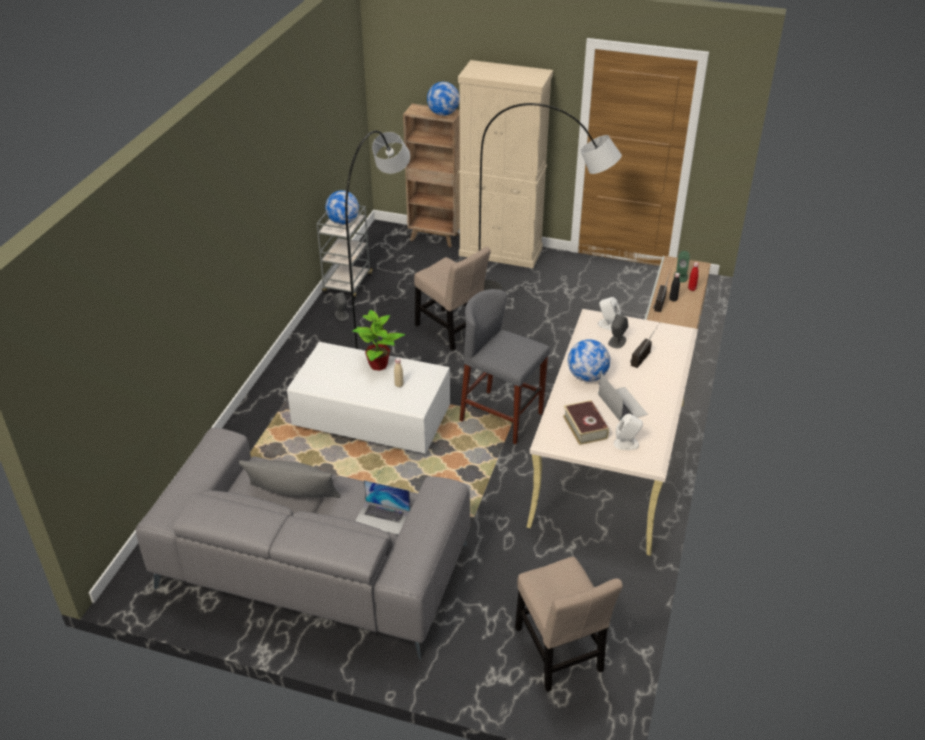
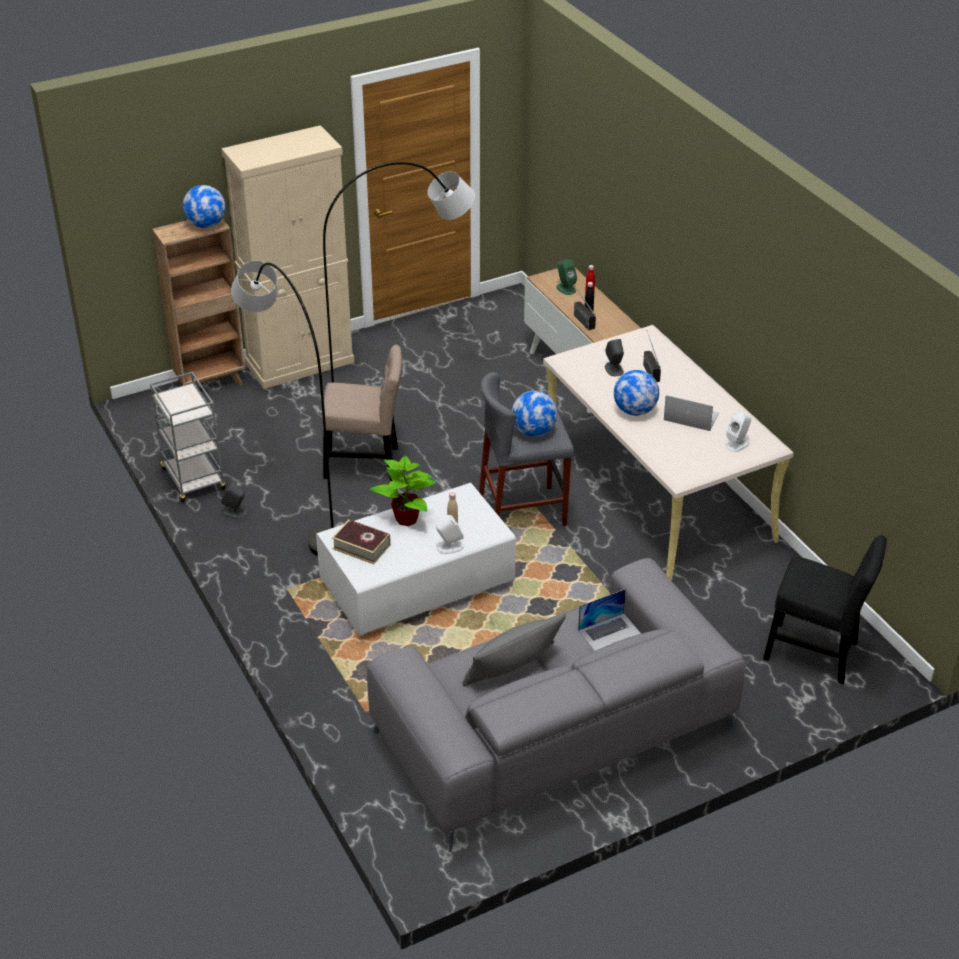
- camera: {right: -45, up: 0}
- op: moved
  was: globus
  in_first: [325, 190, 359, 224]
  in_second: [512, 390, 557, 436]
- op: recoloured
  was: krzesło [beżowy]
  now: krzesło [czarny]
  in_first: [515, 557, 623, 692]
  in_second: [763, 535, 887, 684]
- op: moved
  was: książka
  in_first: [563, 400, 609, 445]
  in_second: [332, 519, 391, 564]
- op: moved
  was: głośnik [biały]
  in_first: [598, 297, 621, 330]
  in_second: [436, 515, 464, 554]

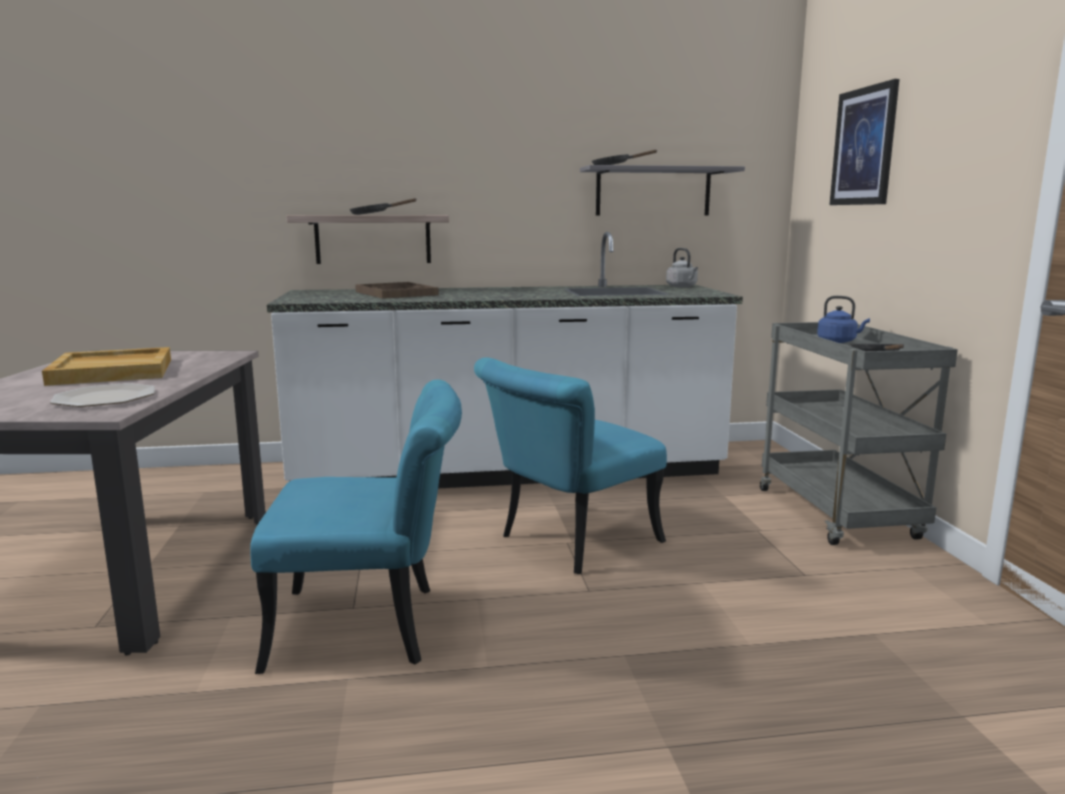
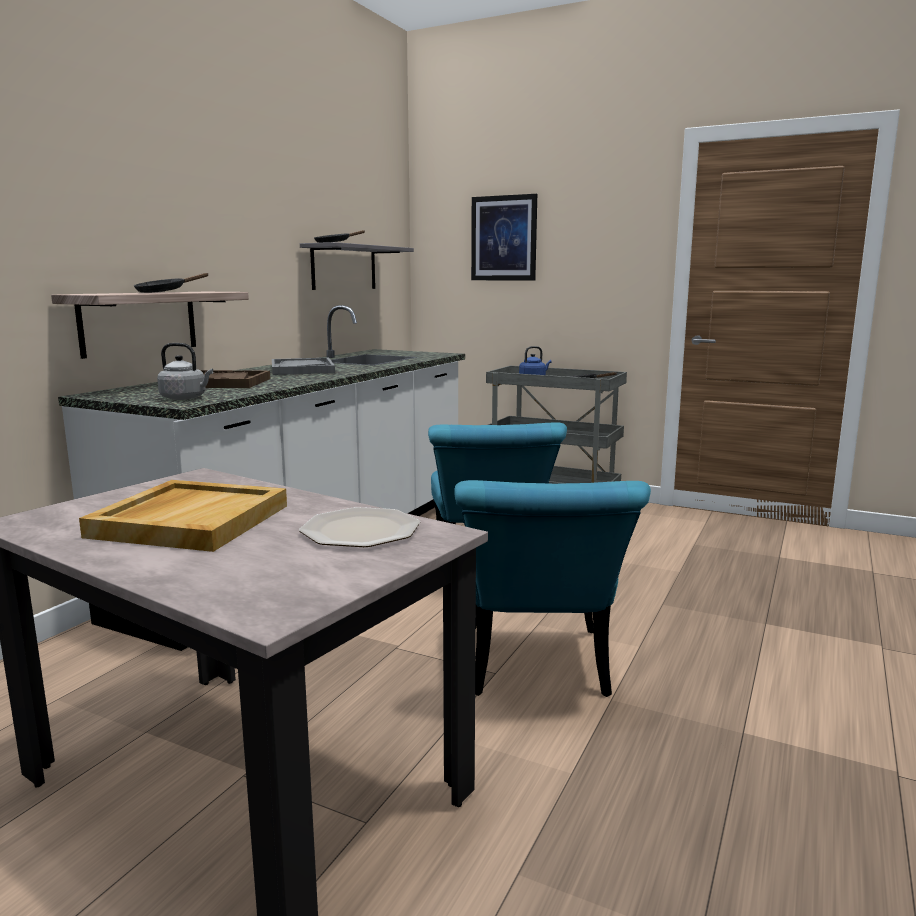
- camera: {right: -55, up: 0}
- op: turned
  was: krzesło [turkusowy]
  in_first: [250, 379, 462, 674]
  in_second: [454, 480, 651, 697]
  clockwise: 150
- op: moved
  was: czajnik [szary]
  in_first: [666, 248, 698, 287]
  in_second: [157, 343, 213, 400]
- op: added
  now: taca [szary]
  in_second: [272, 358, 335, 375]

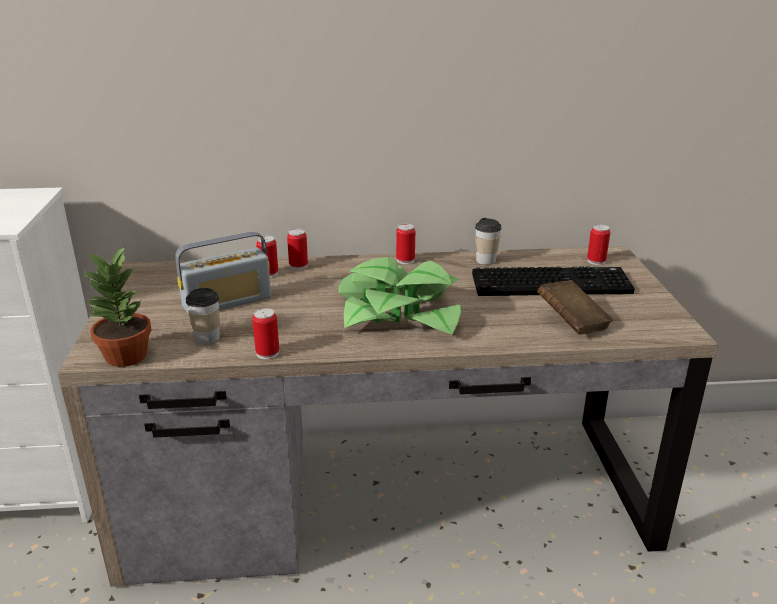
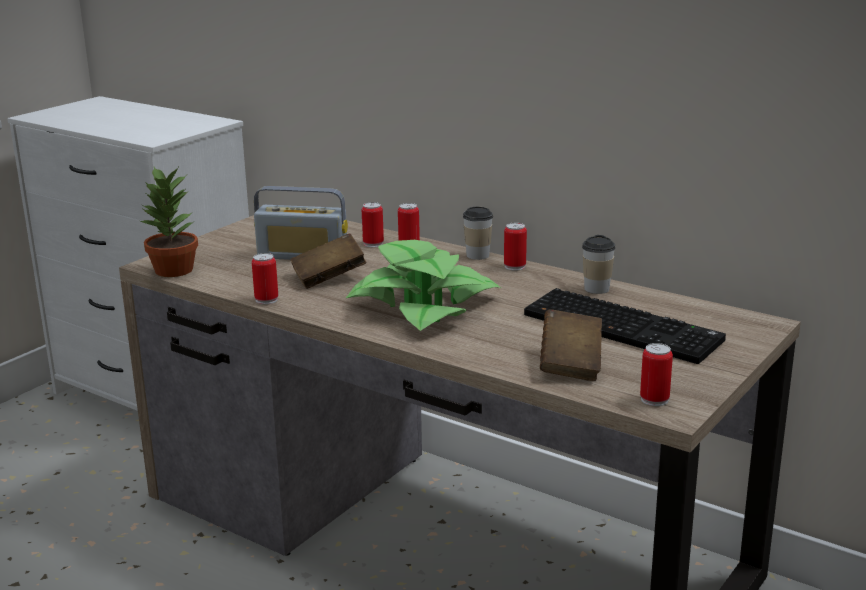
- camera: {right: 40, up: -5}
- op: moved
  was: filiżanka
  in_first: [186, 288, 220, 344]
  in_second: [463, 207, 493, 260]
- op: moved
  was: puszka
  in_first: [587, 224, 610, 265]
  in_second: [640, 343, 673, 406]
- op: added
  now: książka [brązowy]
  in_second: [290, 233, 366, 289]

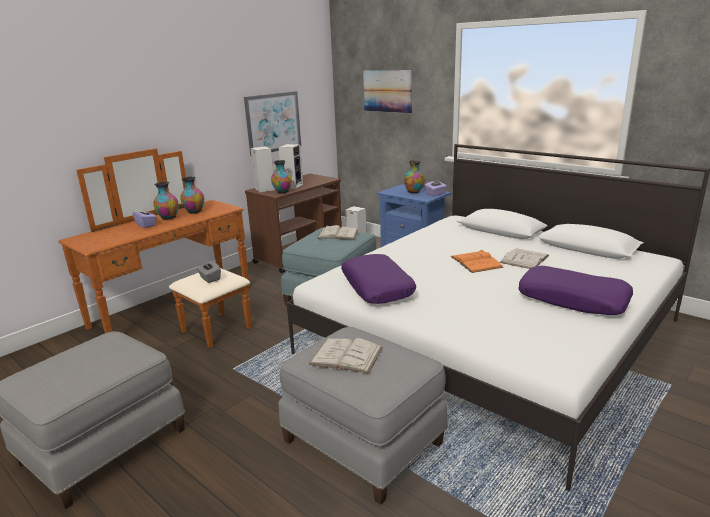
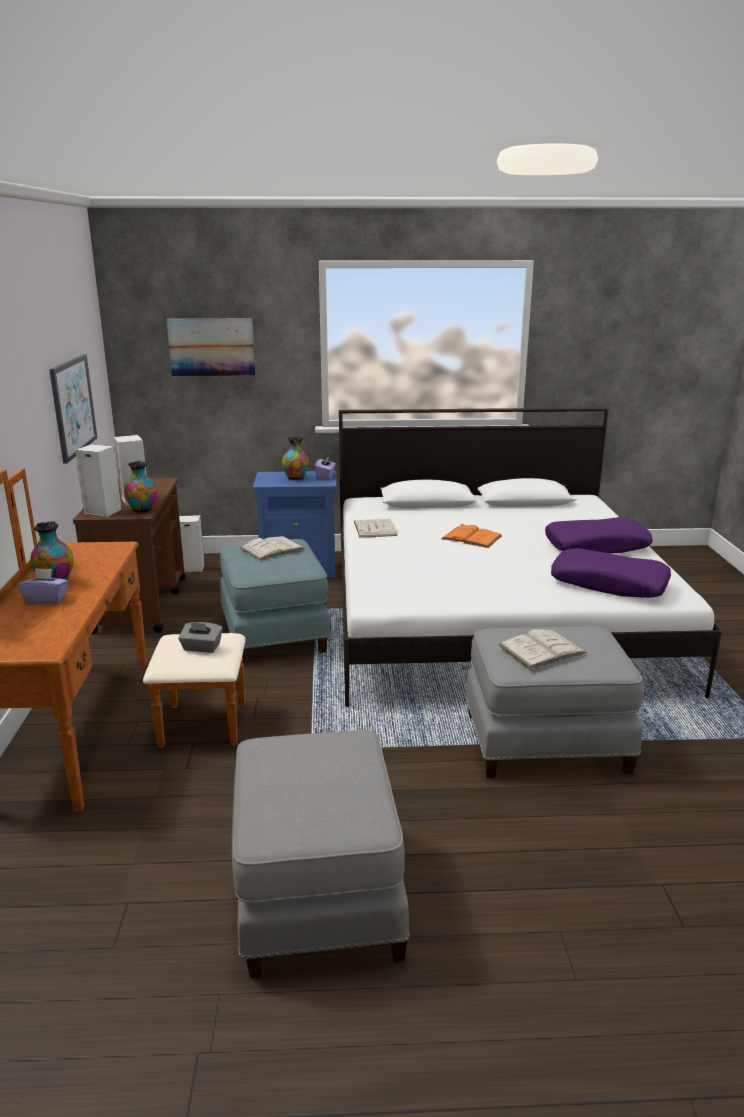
- camera: {right: -45, up: 0}
- op: removed
  was: wazon
  in_first: [180, 176, 204, 214]
- op: moved
  was: poduszka [fioletowy]
  in_first: [341, 254, 416, 304]
  in_second: [551, 548, 671, 598]
- op: moved
  was: książka [biały]
  in_first: [500, 248, 549, 269]
  in_second: [354, 519, 398, 538]

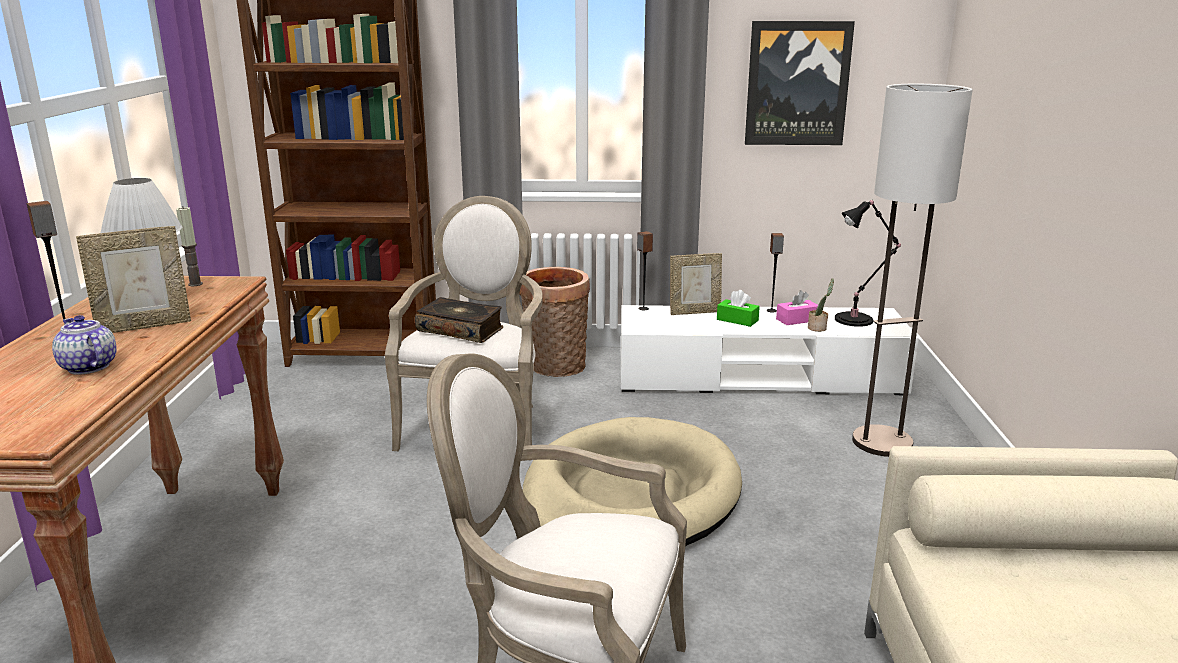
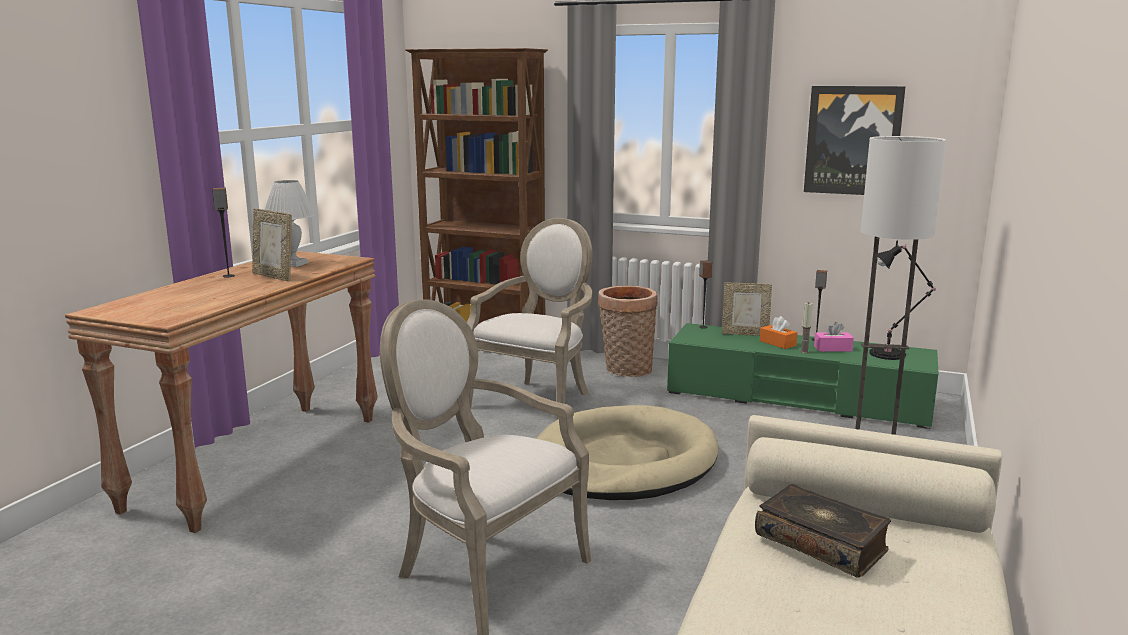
- camera: {right: 20, up: -5}
- op: removed
  was: imbryk
  in_first: [52, 315, 117, 375]
- op: turned
  was: ramka na zdjęcie
  in_first: [76, 226, 191, 333]
  in_second: [252, 208, 292, 281]
  clockwise: 45
- op: moved
  was: świeca
  in_first: [176, 206, 203, 286]
  in_second: [800, 302, 813, 353]
- op: moved
  was: książka
  in_first: [415, 297, 503, 343]
  in_second: [755, 484, 891, 578]
- op: recoloured
  was: szafka pod telewizor [biały]
  now: szafka pod telewizor [zielony]
  in_first: [621, 305, 919, 395]
  in_second: [667, 323, 939, 429]
- op: recoloured
  was: pudełko chusteczek [zielony]
  now: pudełko chusteczek [pomarańczowy]
  in_first: [717, 290, 760, 327]
  in_second: [760, 316, 798, 349]
- op: removed
  was: roślina doniczkowa
  in_first: [808, 279, 834, 332]

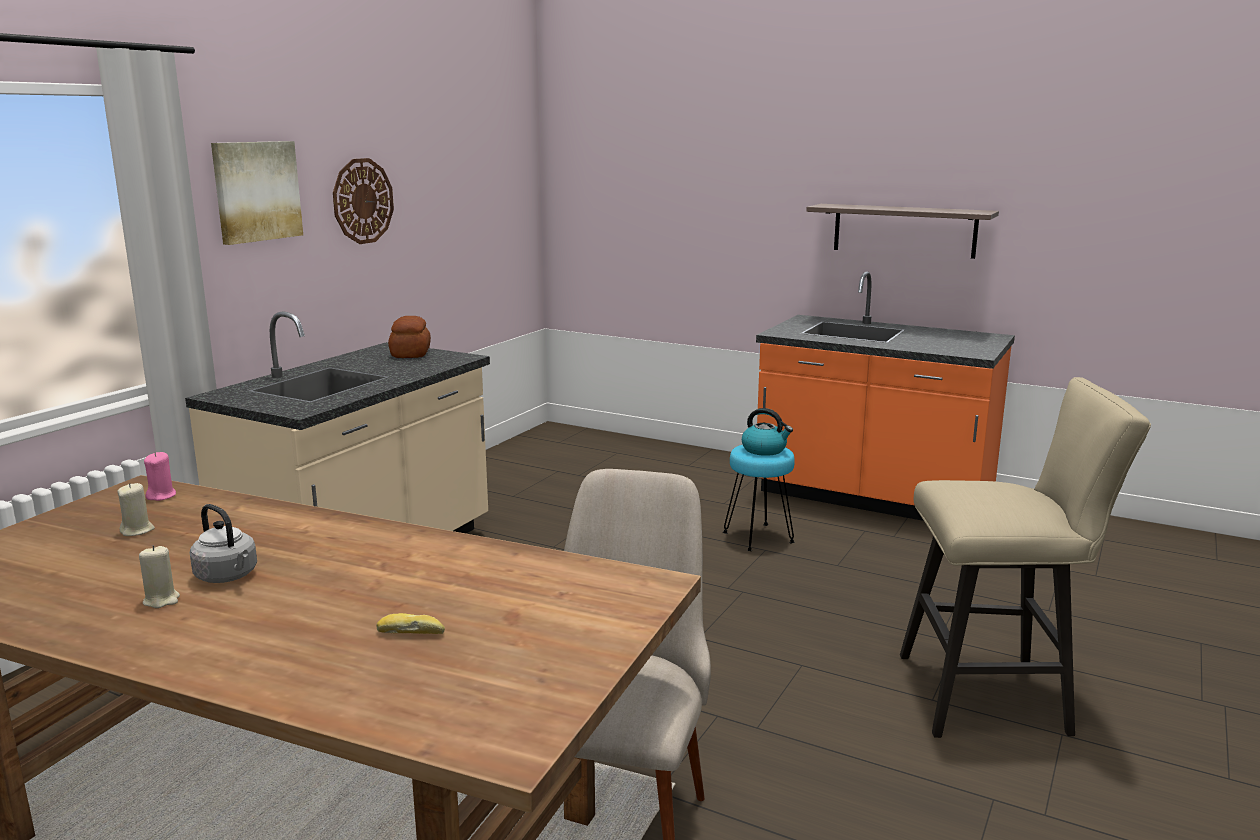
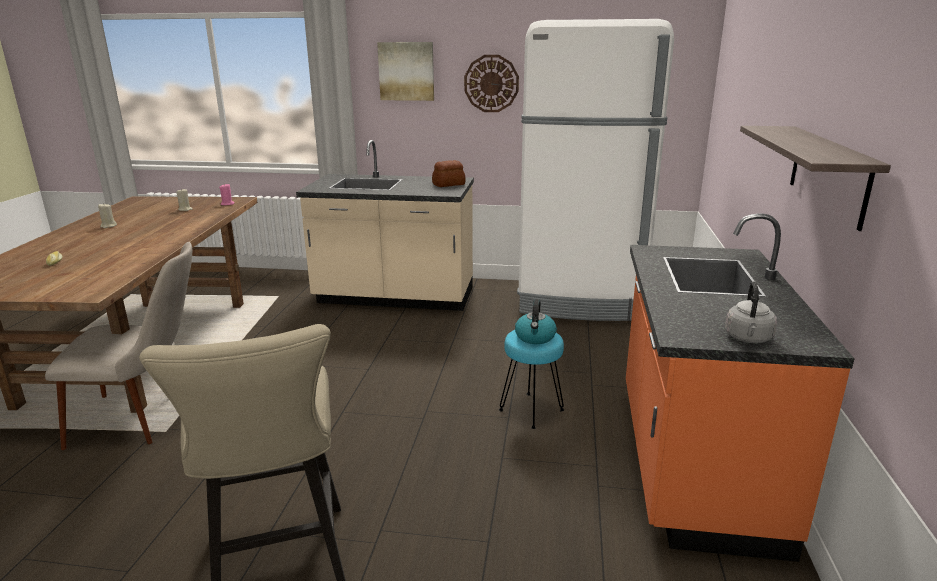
- camera: {right: 70, up: 5}
- op: moved
  was: czajnik [szary]
  in_first: [190, 504, 257, 583]
  in_second: [725, 282, 777, 343]
- op: added
  now: lodówka [biały]
  in_second: [517, 19, 674, 321]

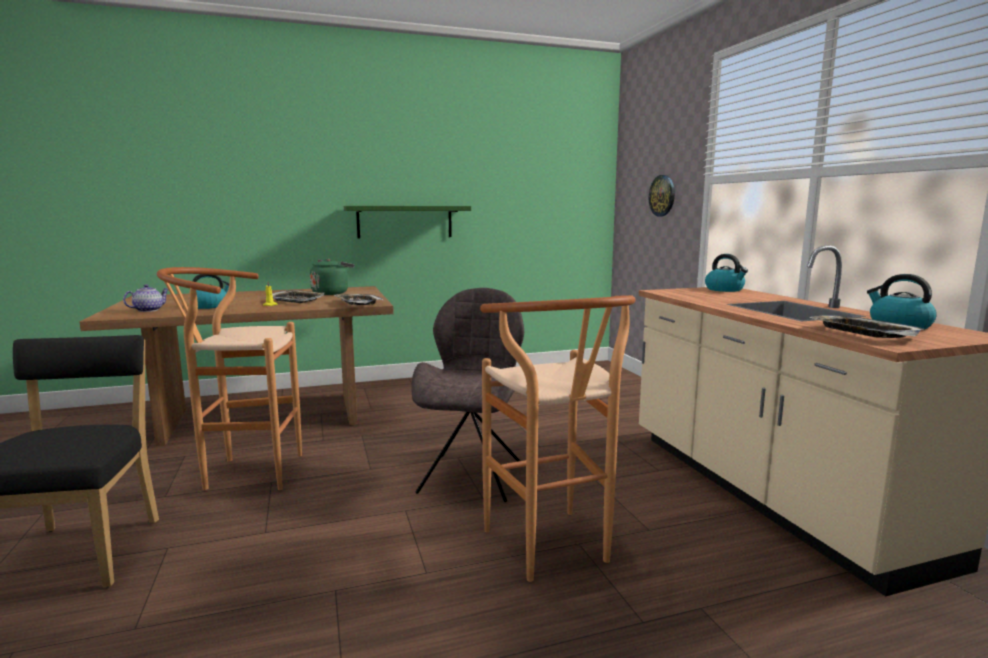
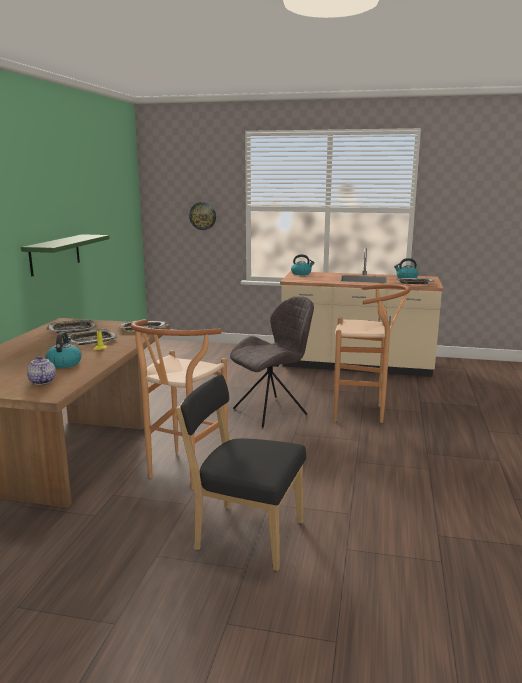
- camera: {right: -60, up: 5}
- op: replaced
  was: czajnik [zielony]
  now: taca
  in_first: [310, 258, 354, 295]
  in_second: [47, 319, 96, 333]
- op: turned
  was: krzesło [szary]
  in_first: [411, 288, 524, 502]
  in_second: [230, 296, 314, 427]
  clockwise: 105

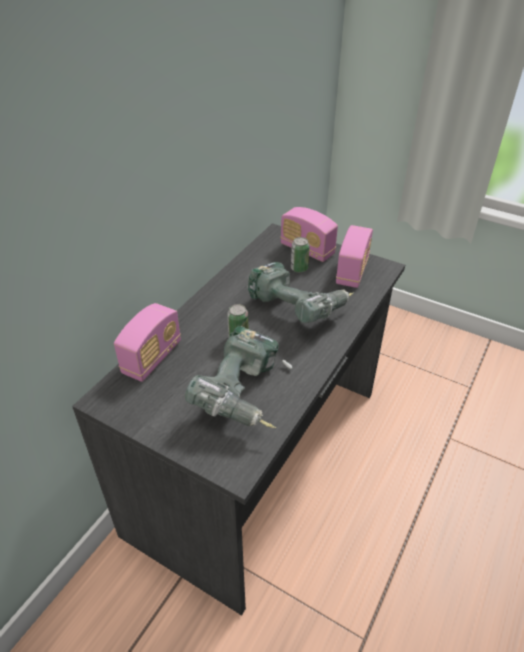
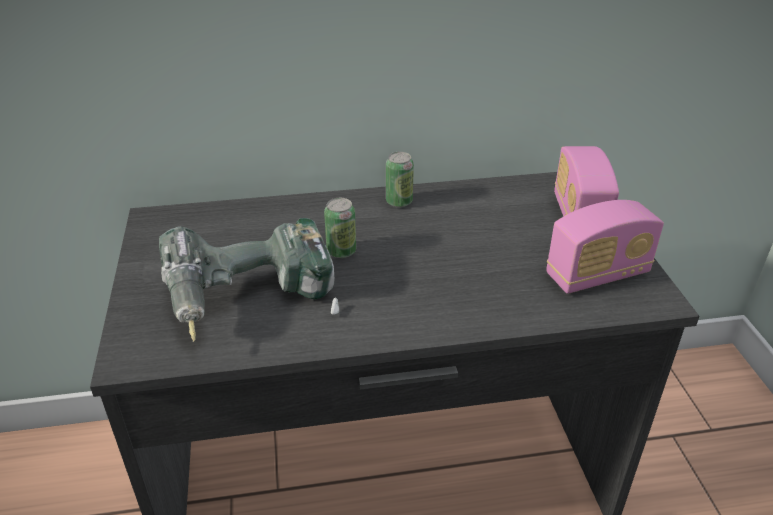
- camera: {right: 50, up: -5}
- op: removed
  was: radio
  in_first: [114, 303, 181, 382]
- op: removed
  was: wiertarka
  in_first: [247, 262, 354, 323]
- op: moved
  was: puszka
  in_first: [291, 237, 310, 273]
  in_second: [386, 152, 414, 207]

